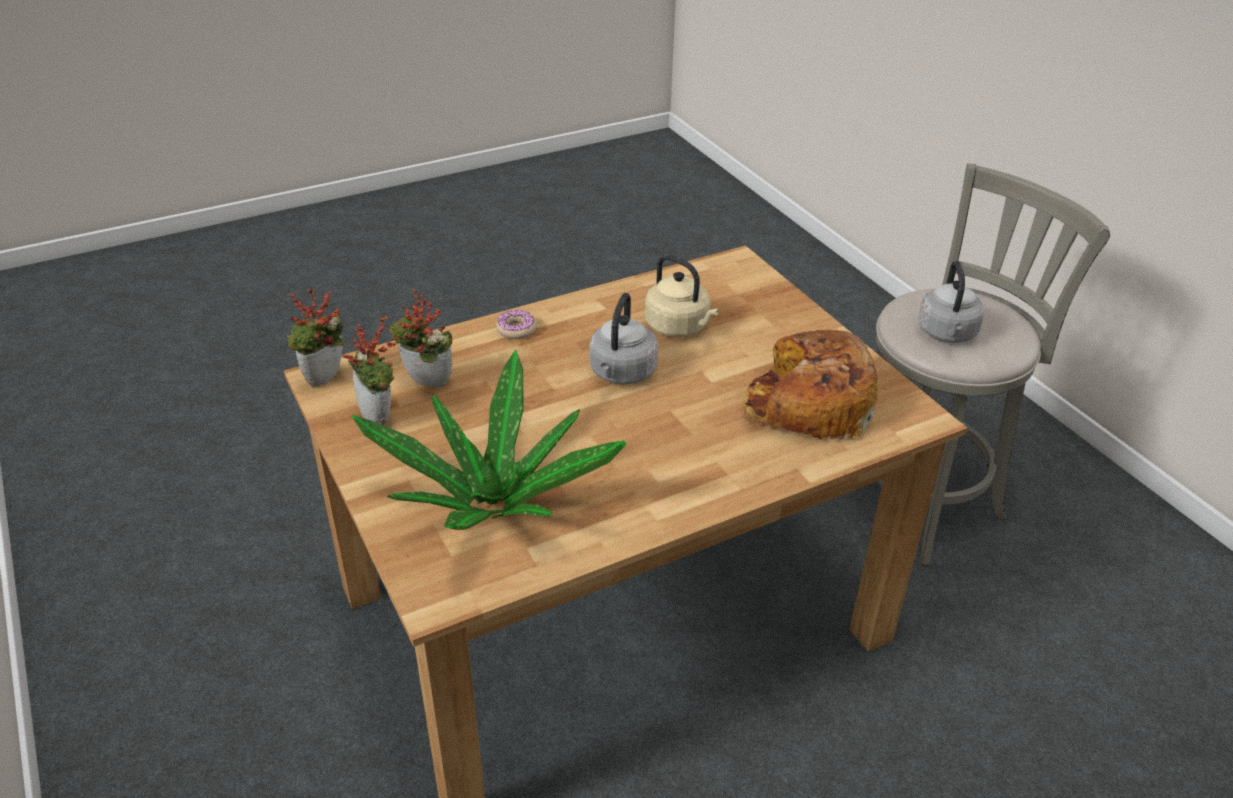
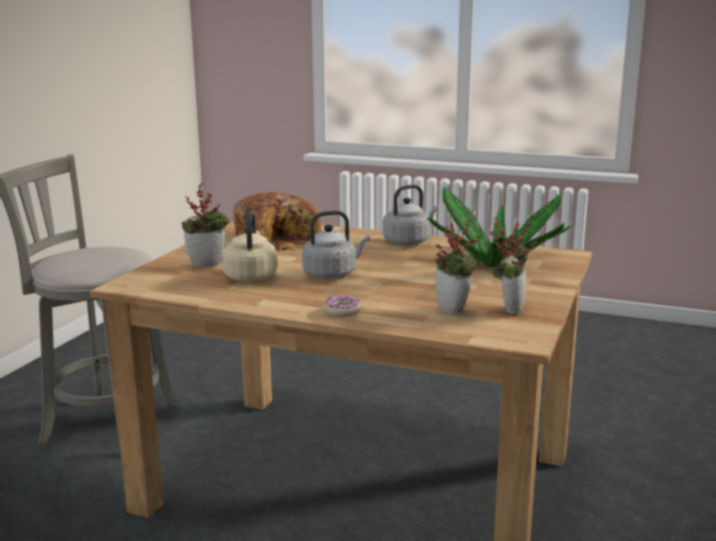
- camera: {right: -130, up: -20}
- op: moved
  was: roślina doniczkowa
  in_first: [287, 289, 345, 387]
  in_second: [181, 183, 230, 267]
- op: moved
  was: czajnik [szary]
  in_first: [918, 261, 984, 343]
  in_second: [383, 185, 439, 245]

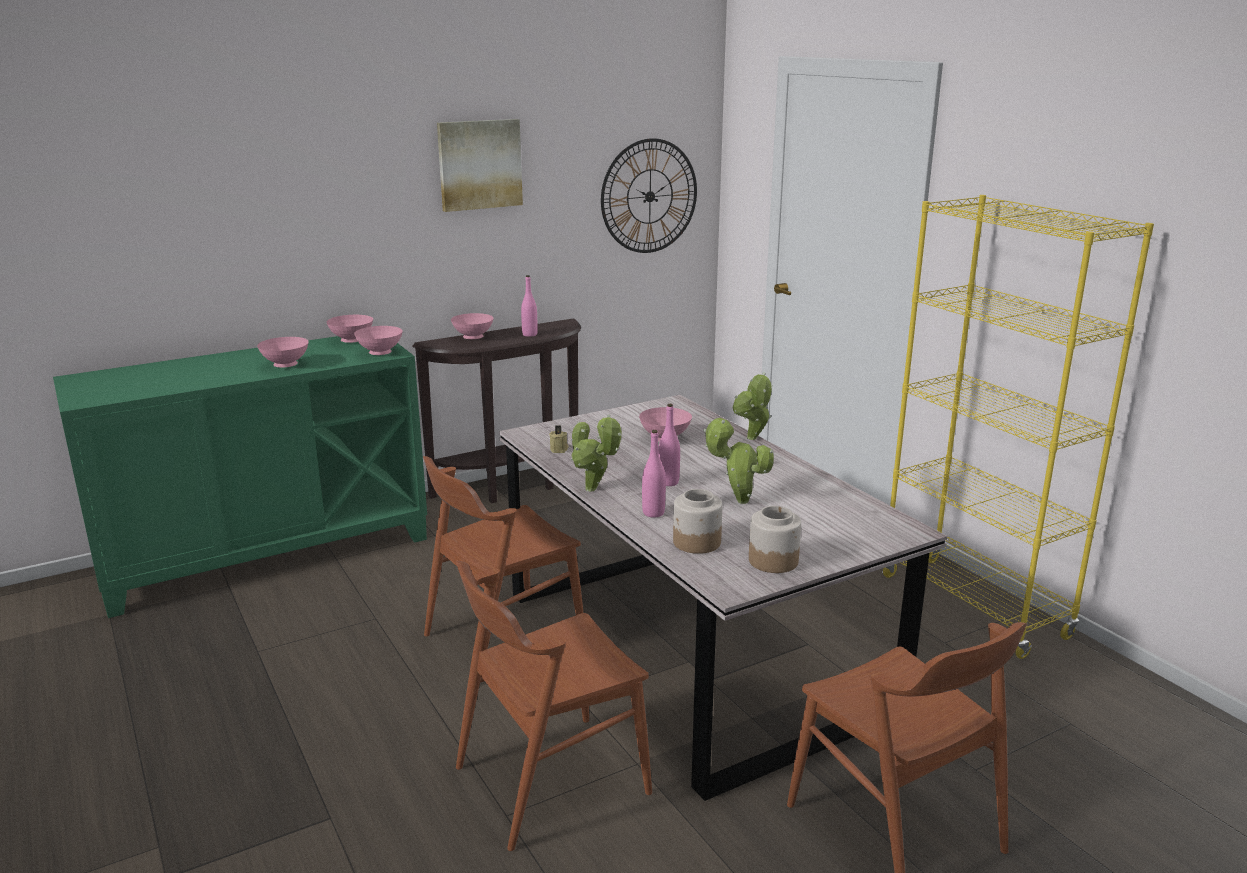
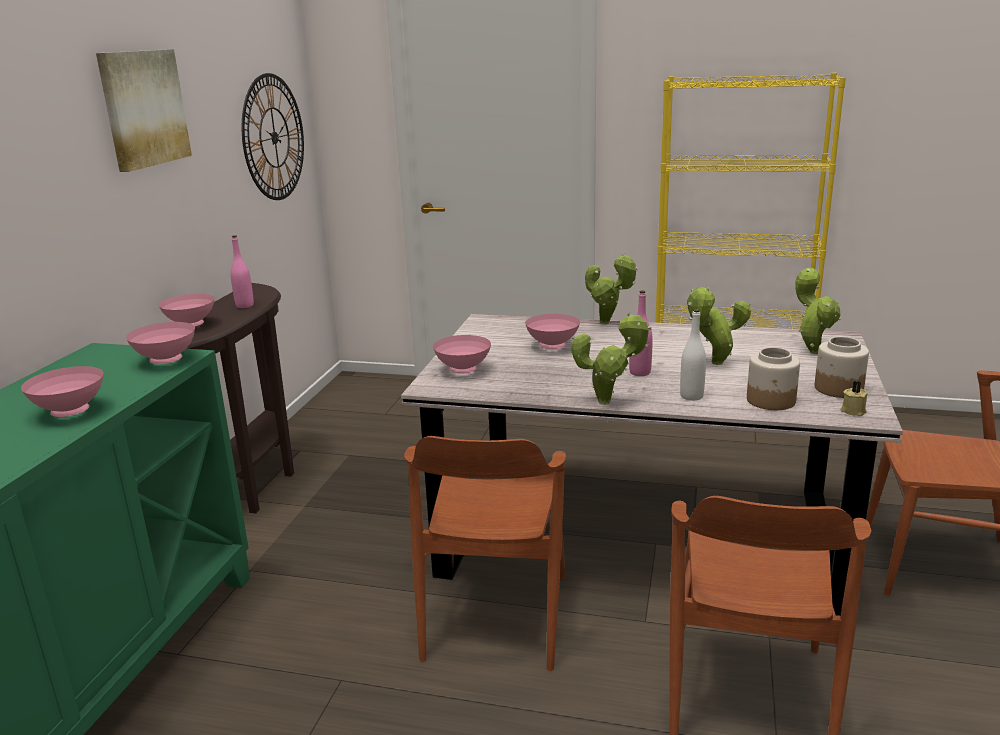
- camera: {right: -45, up: 0}
- op: moved
  was: miska [różowy]
  in_first: [326, 315, 373, 343]
  in_second: [433, 335, 491, 374]
- op: moved
  was: świeca [beżowy]
  in_first: [549, 425, 569, 453]
  in_second: [840, 381, 868, 416]
- op: recoloured
  was: butelka [różowy]
  now: butelka [biały]
  in_first: [642, 430, 666, 517]
  in_second: [680, 309, 706, 401]
- op: added
  now: roślina doniczkowa
  in_second: [795, 268, 841, 354]

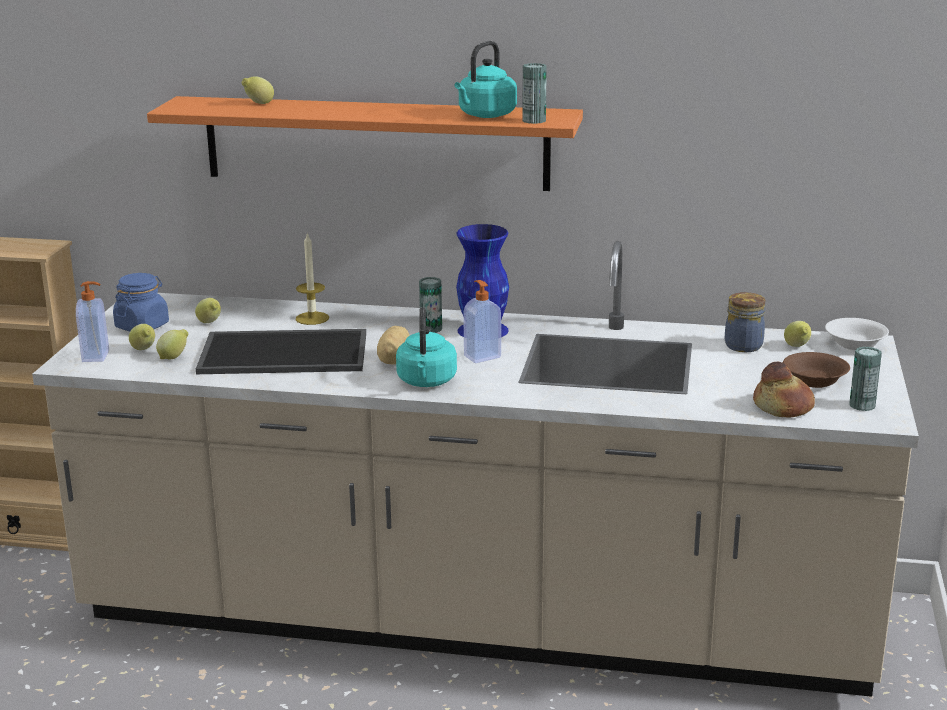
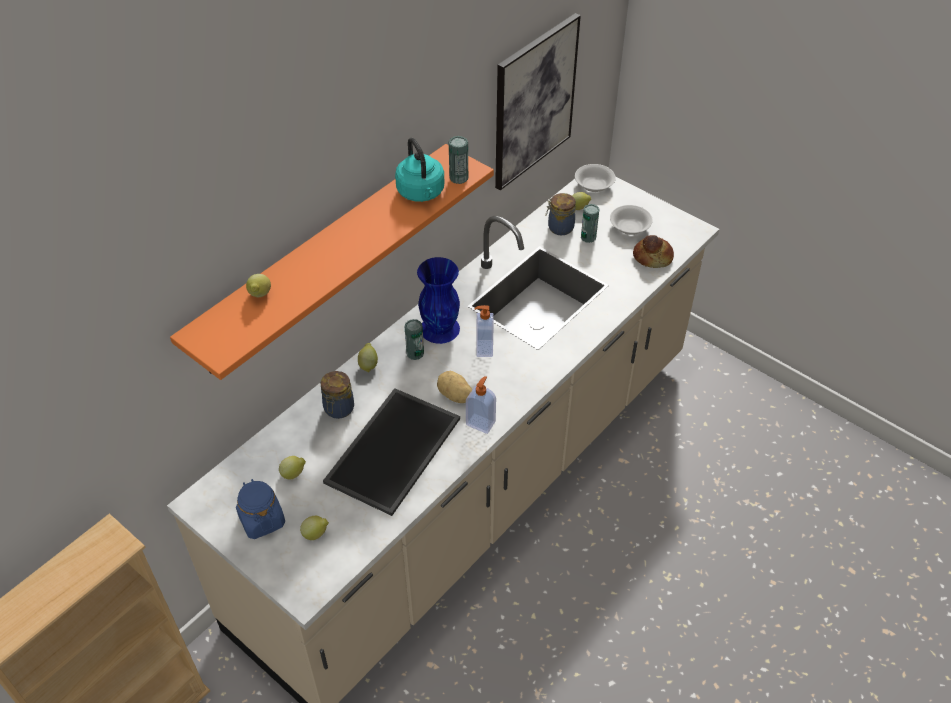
- camera: {right: -60, up: 25}
- op: moved
  was: dozownik mydła
  in_first: [76, 281, 109, 362]
  in_second: [466, 376, 496, 434]
- op: moved
  was: cytryna
  in_first: [156, 329, 188, 360]
  in_second: [358, 343, 378, 372]
- op: replaced
  was: świeca
  now: słoik
  in_first: [296, 233, 329, 325]
  in_second: [321, 371, 354, 419]
- op: removed
  was: czajnik [turkusowy]
  in_first: [396, 307, 457, 387]
- op: recoloured
  was: miska [brązowy]
  now: miska [biały]
  in_first: [783, 352, 850, 388]
  in_second: [610, 205, 653, 235]
- op: moved
  was: puszka
  in_first: [849, 347, 882, 411]
  in_second: [581, 204, 599, 243]
- op: added
  now: obraz
  in_second: [495, 13, 581, 190]

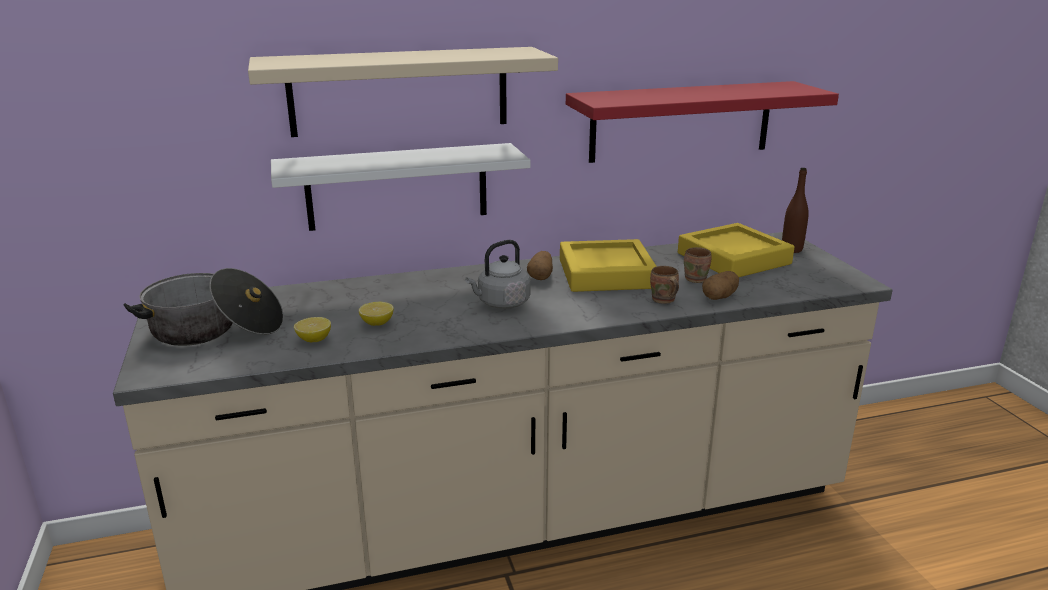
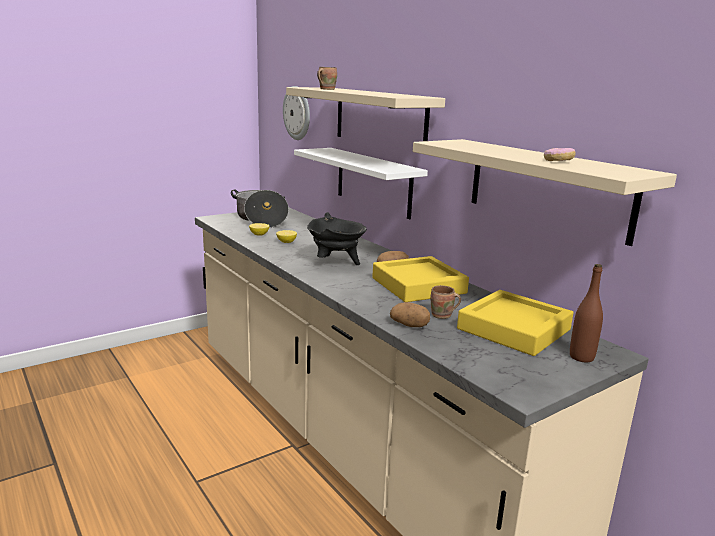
- camera: {right: 70, up: -5}
- op: replaced
  was: czajnik [szary]
  now: garnek [czarny]
  in_first: [465, 240, 531, 309]
  in_second: [307, 212, 367, 265]
- op: recoloured
  was: półka [czerwony]
  now: półka [beżowy]
  in_first: [566, 81, 839, 163]
  in_second: [413, 139, 677, 246]
- op: moved
  was: kubek [brązowy]
  in_first: [650, 266, 679, 304]
  in_second: [317, 67, 337, 90]
- op: added
  now: zegar ścienny
  in_second: [283, 86, 310, 140]
- op: added
  now: donut
  in_second: [544, 148, 576, 161]

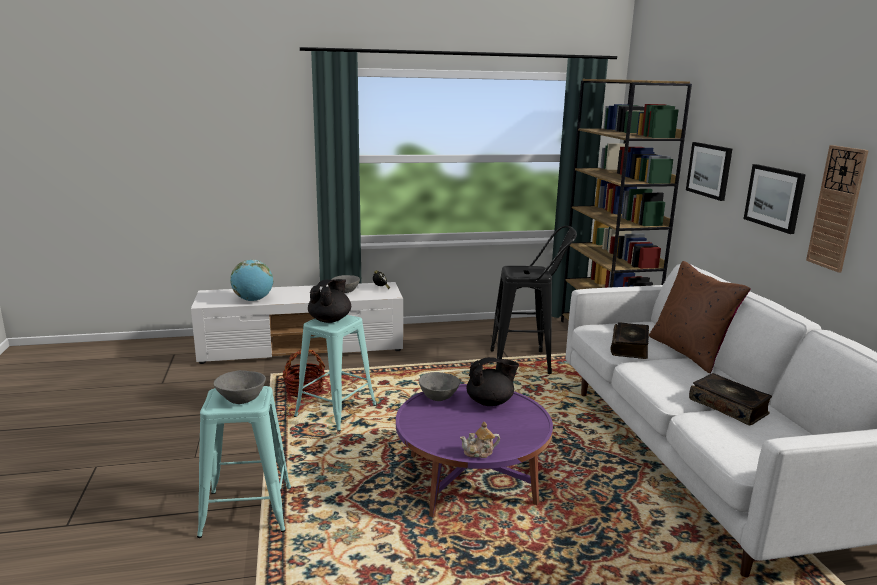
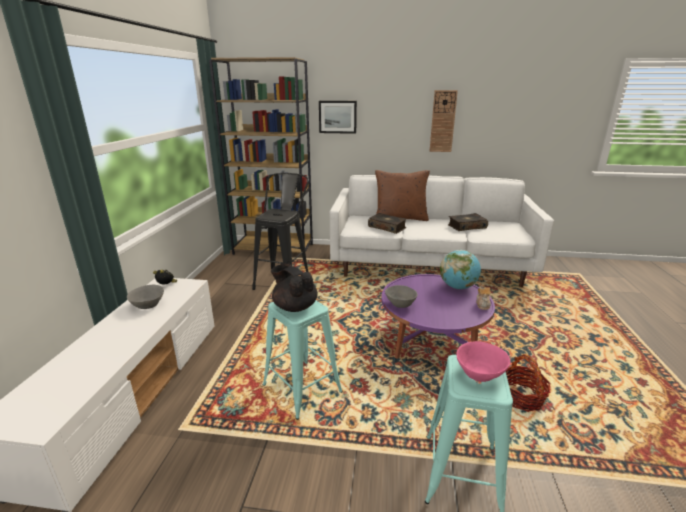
- camera: {right: -70, up: 5}
- op: recoloured
  was: miska [szary]
  now: miska [różowy]
  in_first: [214, 370, 266, 404]
  in_second: [456, 341, 510, 382]
- op: moved
  was: globus
  in_first: [230, 260, 274, 301]
  in_second: [440, 250, 481, 289]
- op: moved
  was: koszyk
  in_first: [282, 350, 325, 398]
  in_second: [506, 354, 550, 412]
- op: removed
  was: imbryk [czarny]
  in_first: [466, 357, 519, 406]
- op: removed
  was: obraz
  in_first: [744, 164, 806, 234]

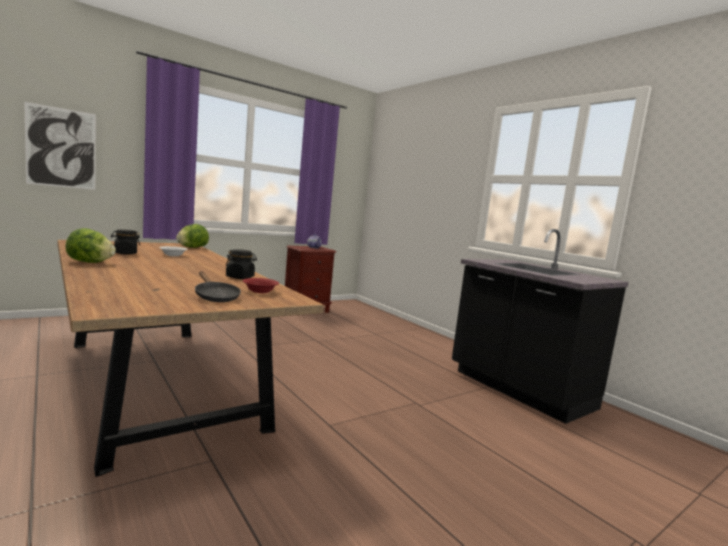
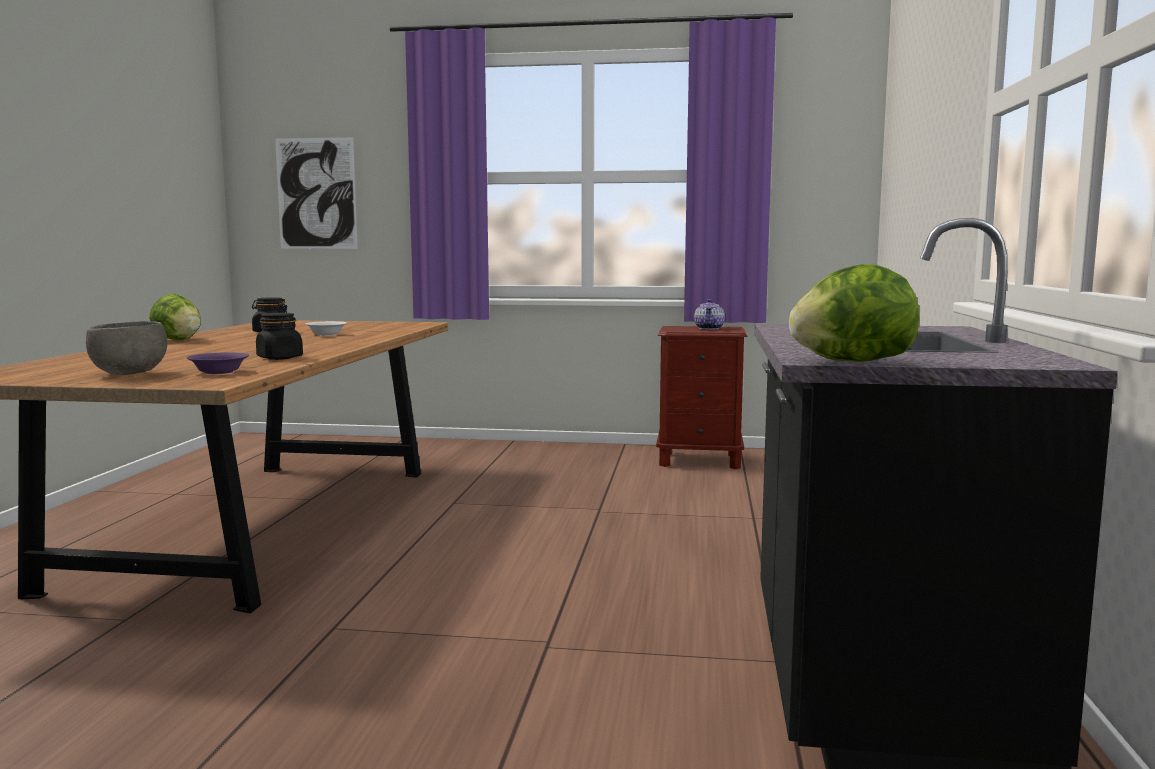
- camera: {right: 45, up: 0}
- op: moved
  was: sałata
  in_first: [176, 224, 209, 248]
  in_second: [789, 264, 919, 362]
- op: replaced
  was: patelnia [czarny]
  now: miska [szary]
  in_first: [195, 271, 241, 302]
  in_second: [86, 321, 167, 375]
- op: recoloured
  was: miska [czerwony]
  now: miska [fioletowy]
  in_first: [243, 278, 279, 293]
  in_second: [187, 352, 249, 374]

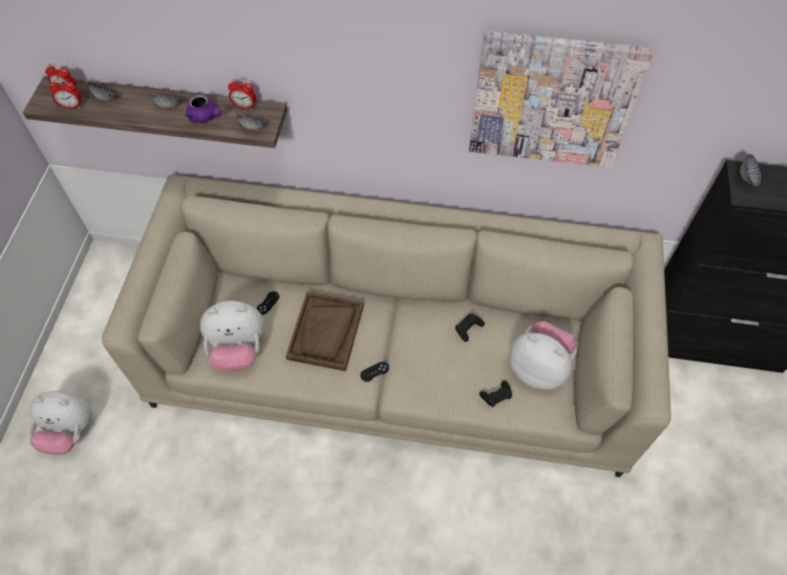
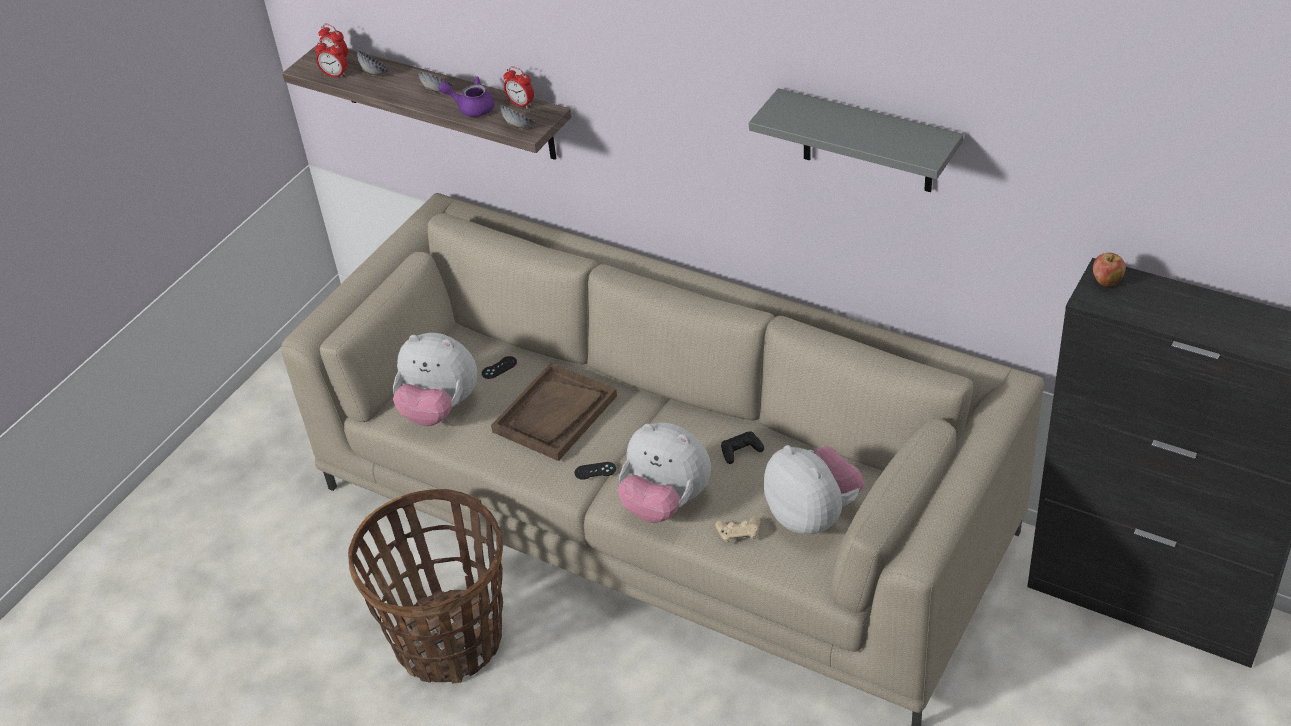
- camera: {right: 25, up: -15}
- op: moved
  was: pluszak
  in_first: [29, 391, 92, 455]
  in_second: [618, 423, 711, 523]
- op: turned
  was: imbryk [fioletowy]
  in_first: [185, 94, 222, 123]
  in_second: [438, 77, 495, 117]
  clockwise: 135
- op: replaced
  was: obraz
  now: półka [szary]
  in_first: [469, 31, 654, 168]
  in_second: [749, 88, 964, 192]
- op: recoloured
  was: pad do gier [czarny]
  now: pad do gier [beżowy]
  in_first: [479, 381, 512, 407]
  in_second: [715, 516, 760, 543]
- op: replaced
  was: miska
  now: jabłko
  in_first: [740, 154, 761, 186]
  in_second: [1093, 253, 1126, 287]
- op: added
  now: koszyk
  in_second: [348, 489, 503, 684]

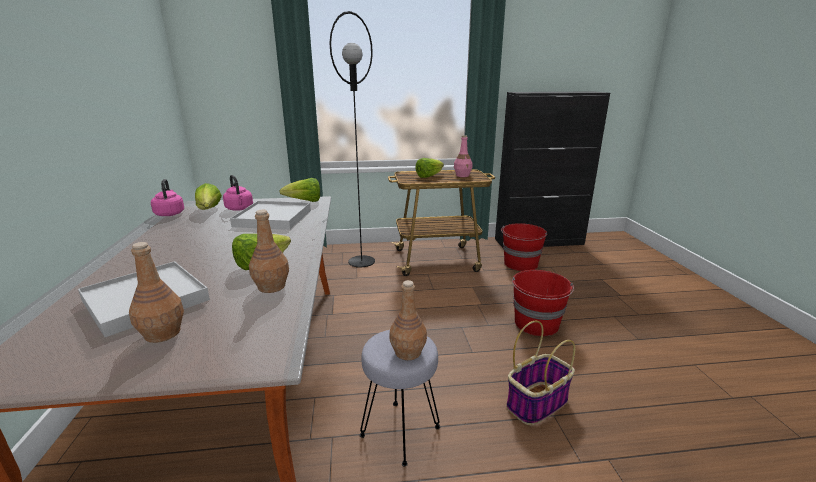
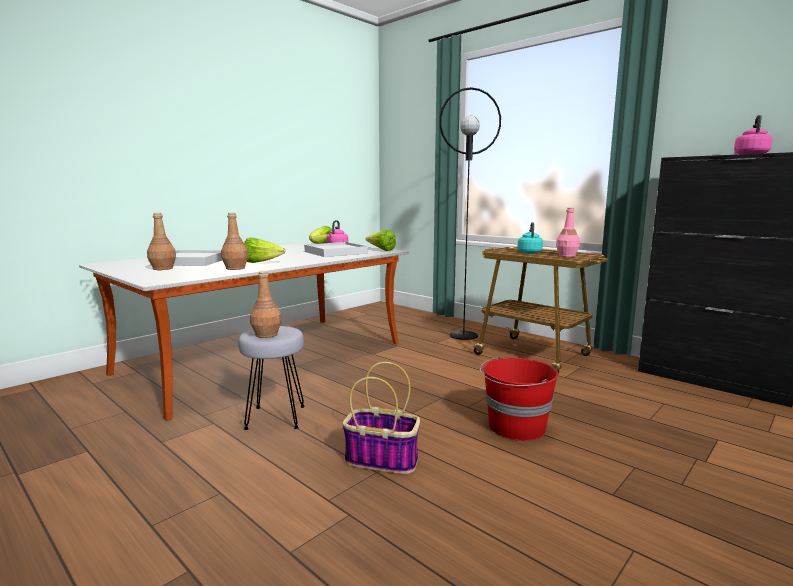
- camera: {right: 50, up: -10}
- op: moved
  was: czajnik [różowy]
  in_first: [151, 179, 184, 216]
  in_second: [734, 115, 772, 154]
- op: replaced
  was: sałata
  now: czajnik [turkusowy]
  in_first: [415, 158, 444, 178]
  in_second: [517, 222, 543, 253]
- op: removed
  was: wiadro [czerwony]
  in_first: [501, 223, 547, 271]

